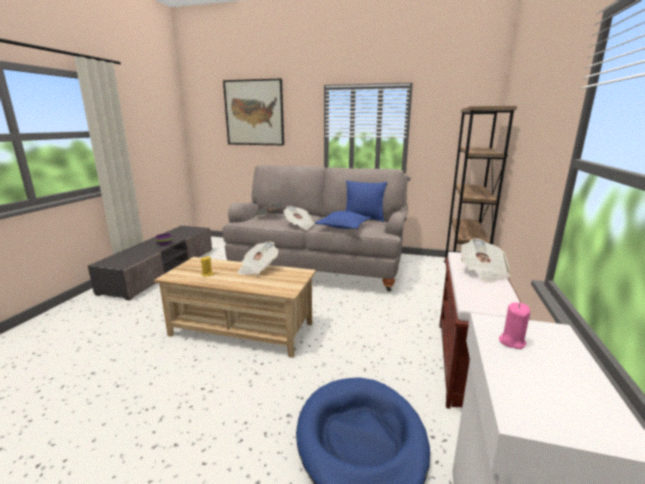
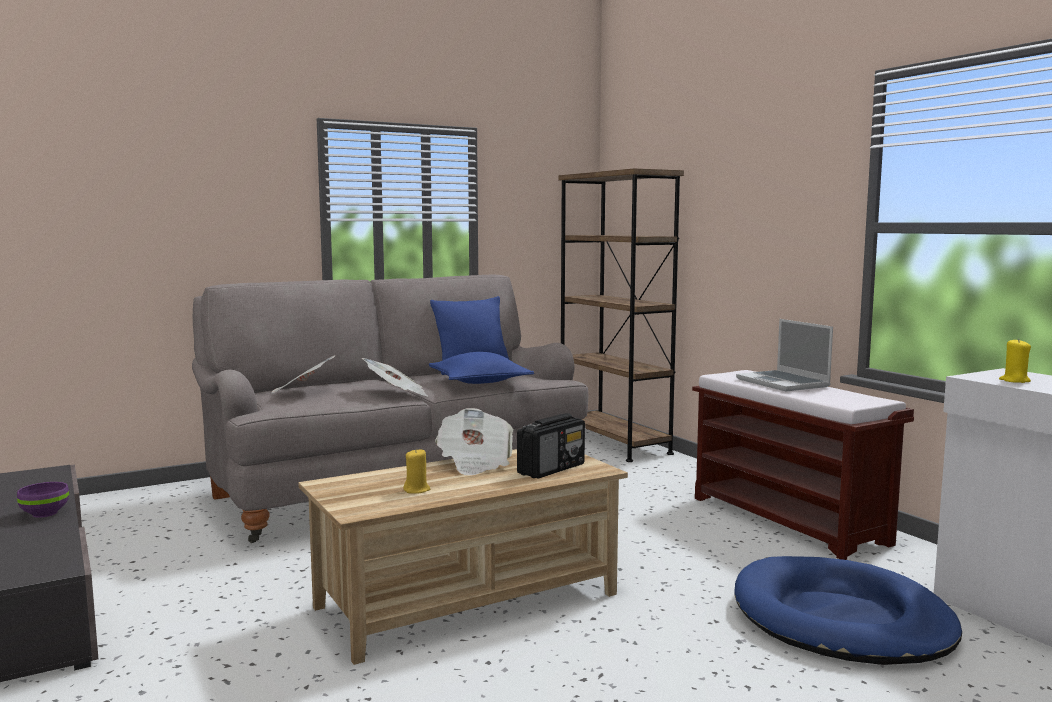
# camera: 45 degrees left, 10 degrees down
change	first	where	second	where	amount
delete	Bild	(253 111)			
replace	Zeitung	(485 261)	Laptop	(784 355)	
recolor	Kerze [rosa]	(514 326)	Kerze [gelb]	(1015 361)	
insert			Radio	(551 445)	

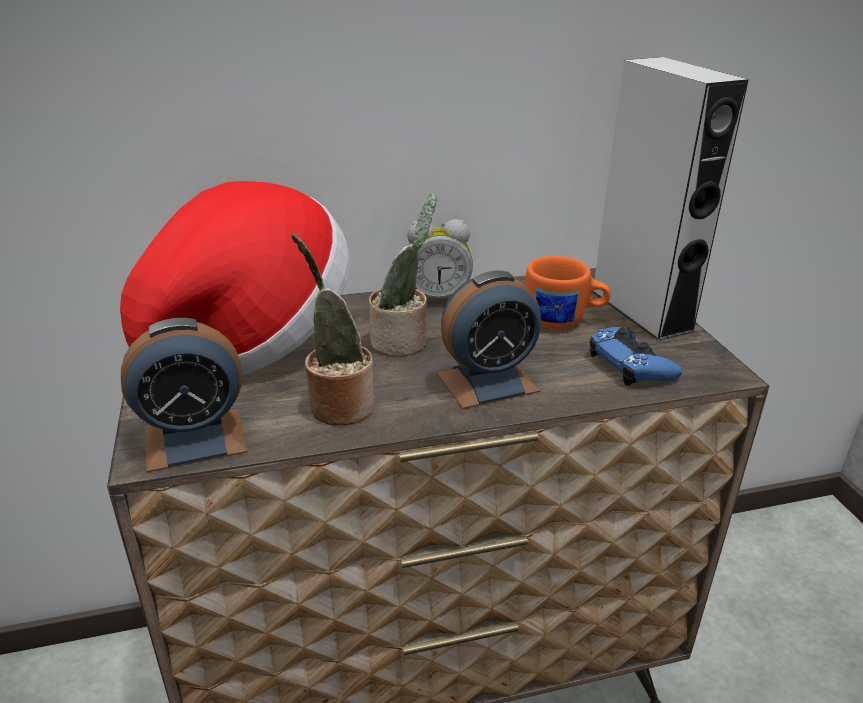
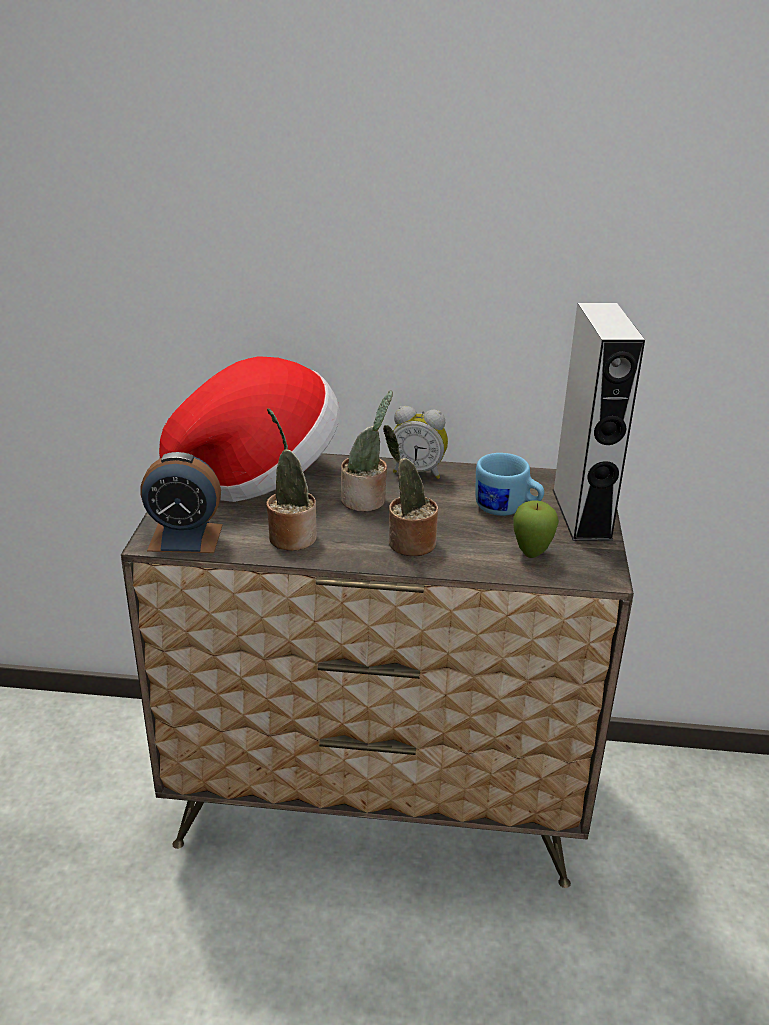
# camera: 20 degrees right, 0 degrees up
change	first	where	second	where	amount
replace	Wecker	(489 340)	Topfpflanze	(410 490)	
recolor	Henkelbecher [orange]	(568 292)	Henkelbecher [blau]	(509 484)	
replace	Gamepad [blau]	(636 356)	Apfel	(536 529)	

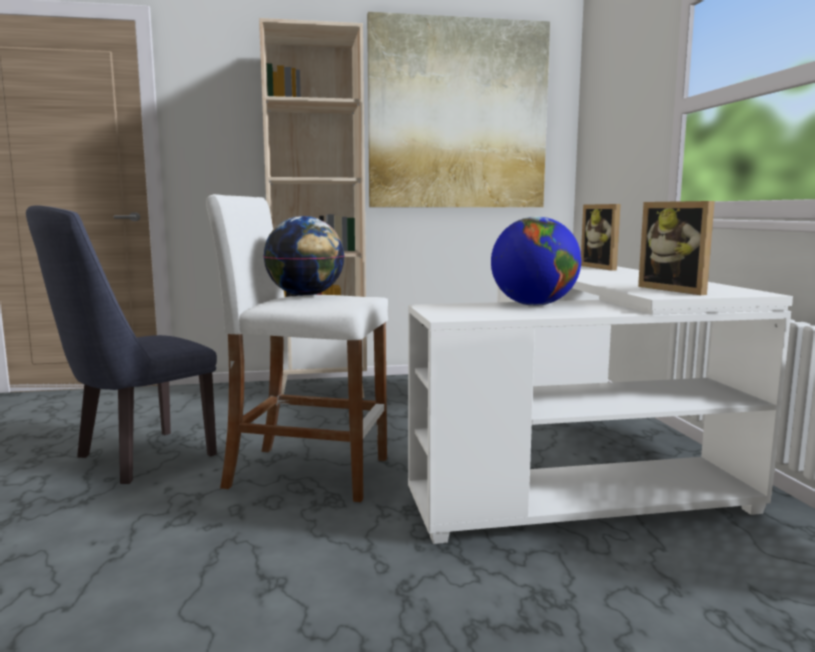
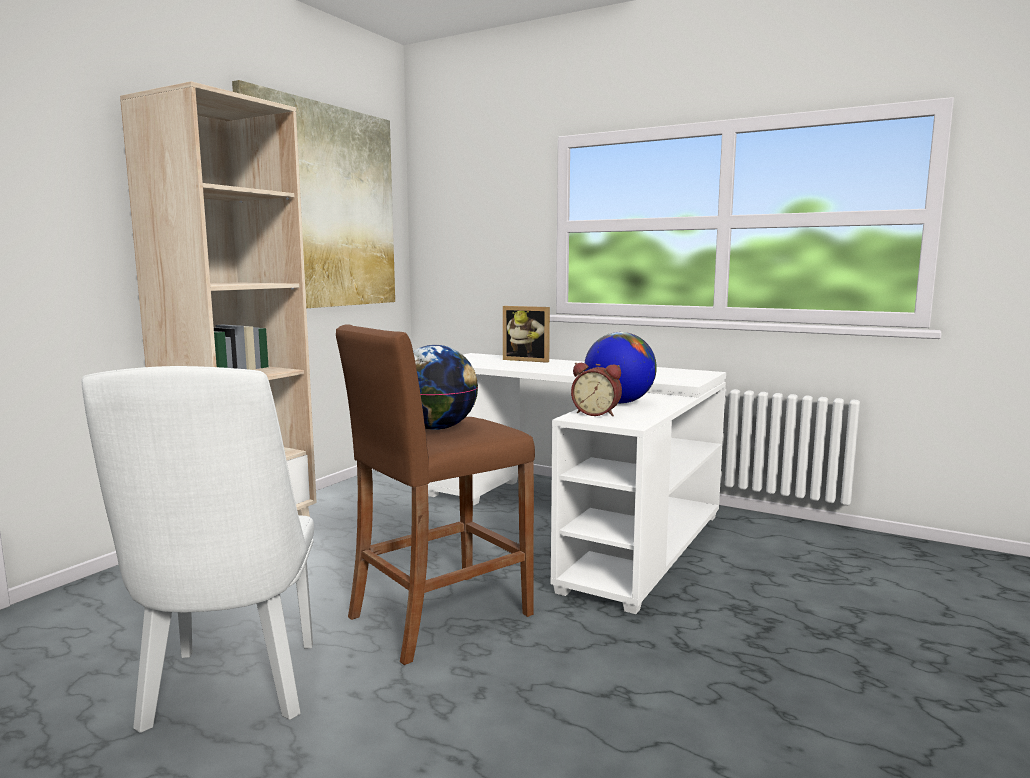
# camera: 50 degrees left, 0 degrees up
change	first	where	second	where	amount
recolor	Stuhl [blau]	(121 344)	Stuhl [weiß]	(197 549)	
recolor	Hocker [weiß]	(297 348)	Hocker [braun]	(435 494)	
delete	Bilderrahmen	(676 248)			
insert			Wecker	(596 389)	

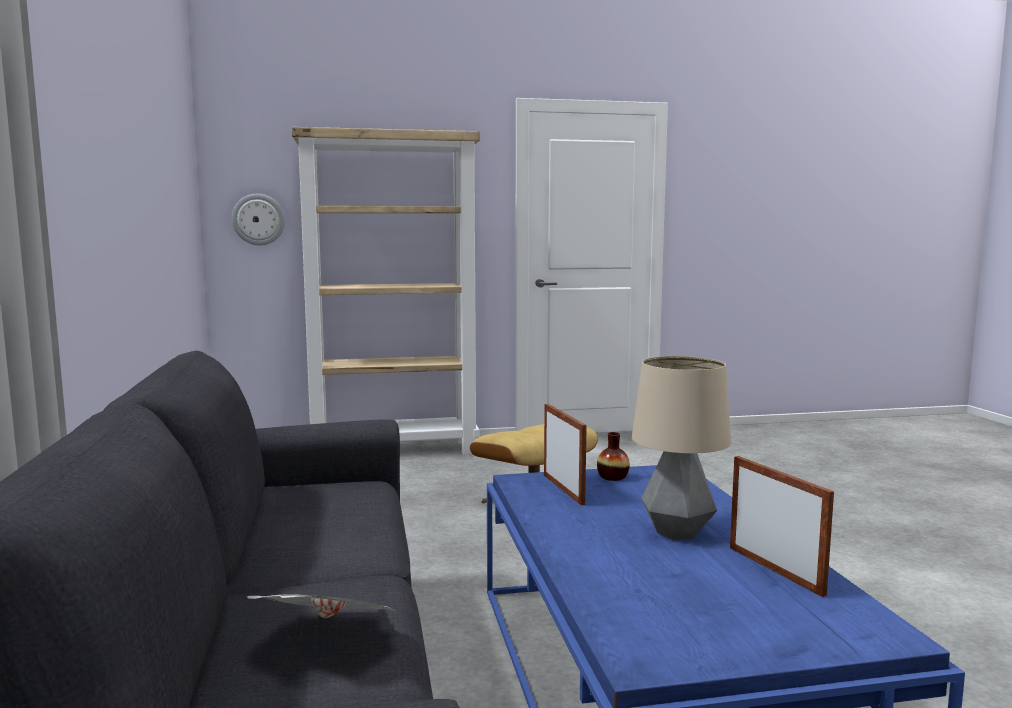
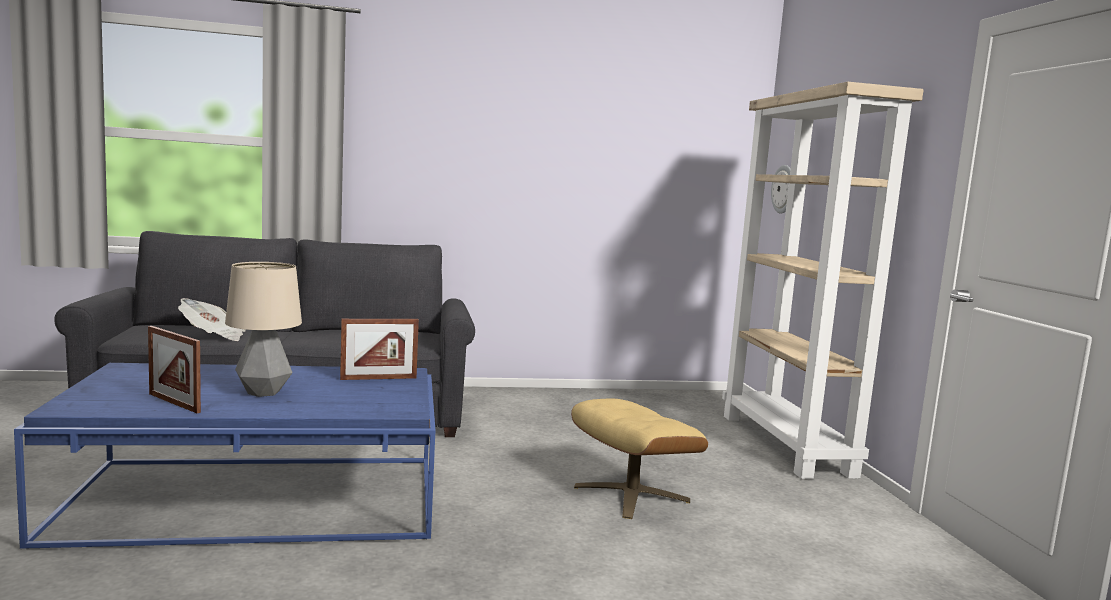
# camera: 90 degrees right, 0 degrees up
change	first	where	second	where	amount
delete	Vase	(613 456)			
rotate	Bilderrahmen	(782 526)		(174 369)	60 degrees clockwise

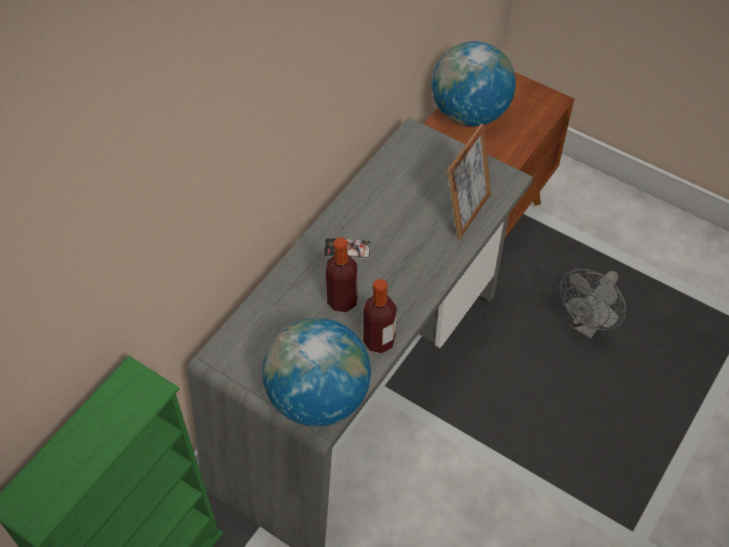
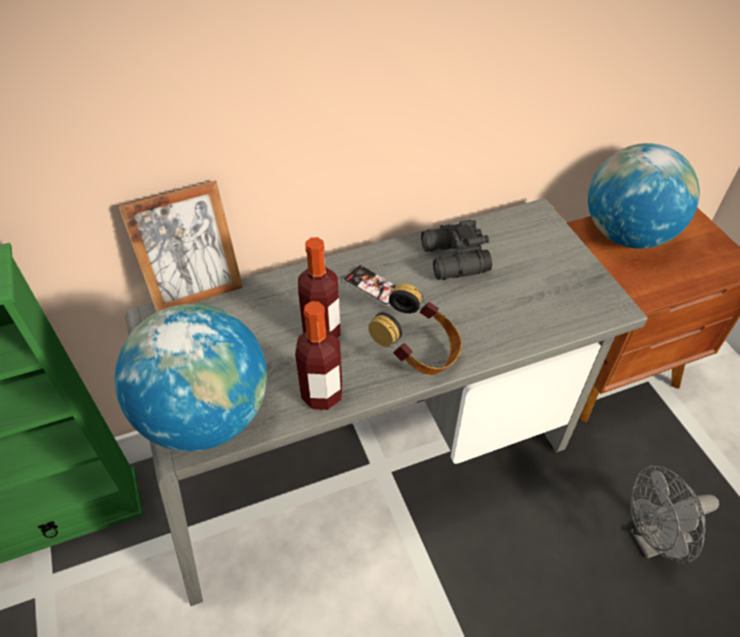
# camera: 35 degrees right, 5 degrees down
change	first	where	second	where	amount
move	Bilderrahmen	(469 181)		(181 246)	
insert			Kopfhörer	(415 329)	
insert			Fernglas [schwarz]	(456 250)	

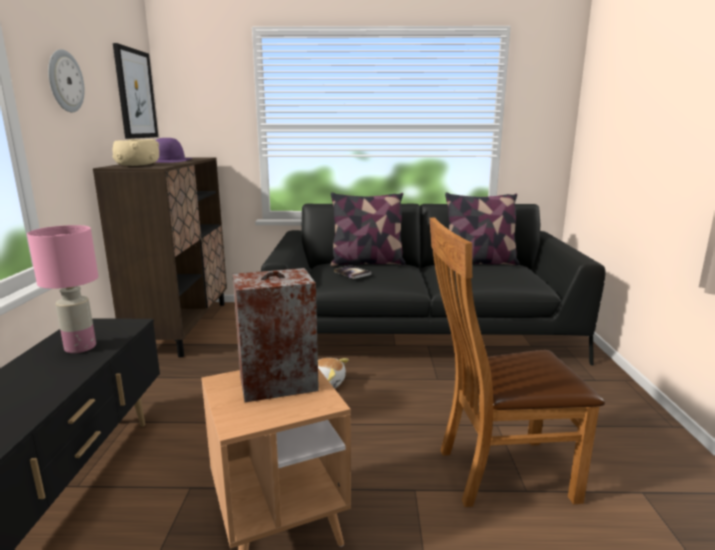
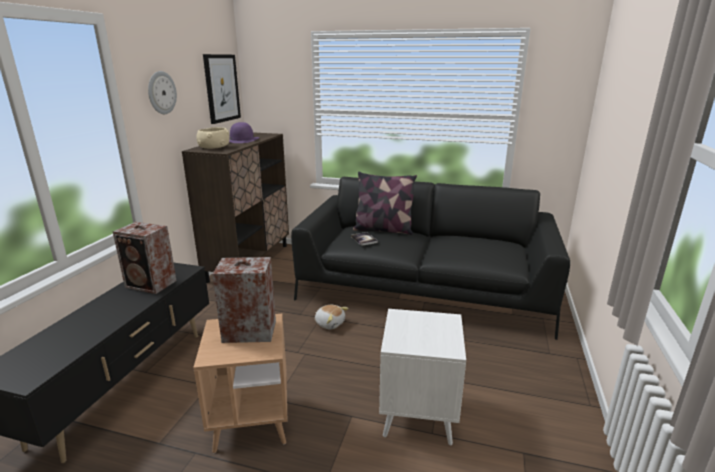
# camera: 15 degrees right, 5 degrees up
change	first	where	second	where	amount
replace	Tischlampe [rosa]	(62 289)	Lautsprecher	(145 258)	
replace	Stuhl [braun]	(517 362)	Beistelltisch [weiß]	(422 377)	
delete	Kissen	(482 228)			

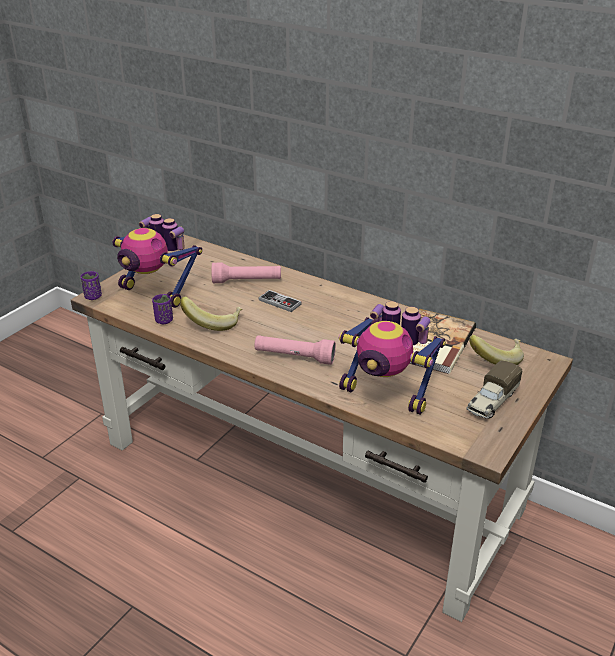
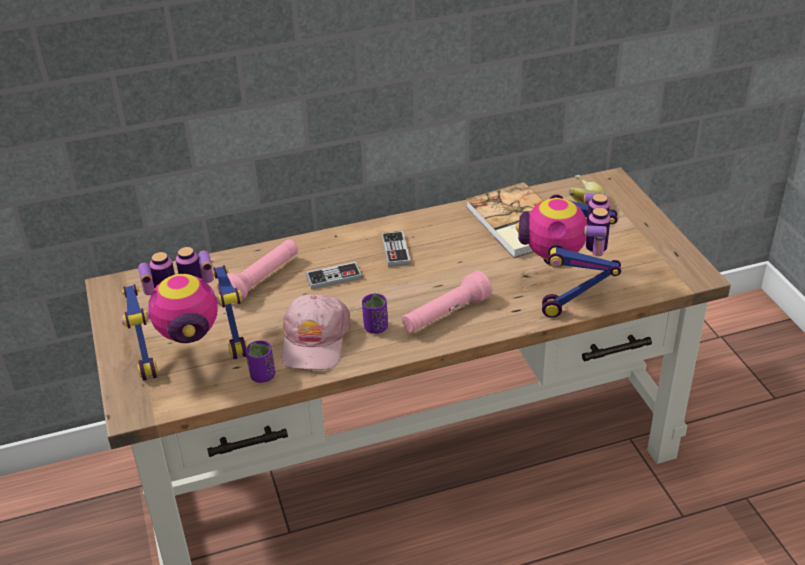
# camera: 50 degrees left, 5 degrees up
change	first	where	second	where	amount
move	Tasse [lila]	(91 285)		(375 313)	
replace	Banane	(211 314)	Kappe [rosa]	(315 332)	
rotate	Spielzeugroboter	(392 358)		(568 255)	120 degrees clockwise
delete	Spielzeuglaster	(495 389)			
insert			Gamepad	(396 249)	

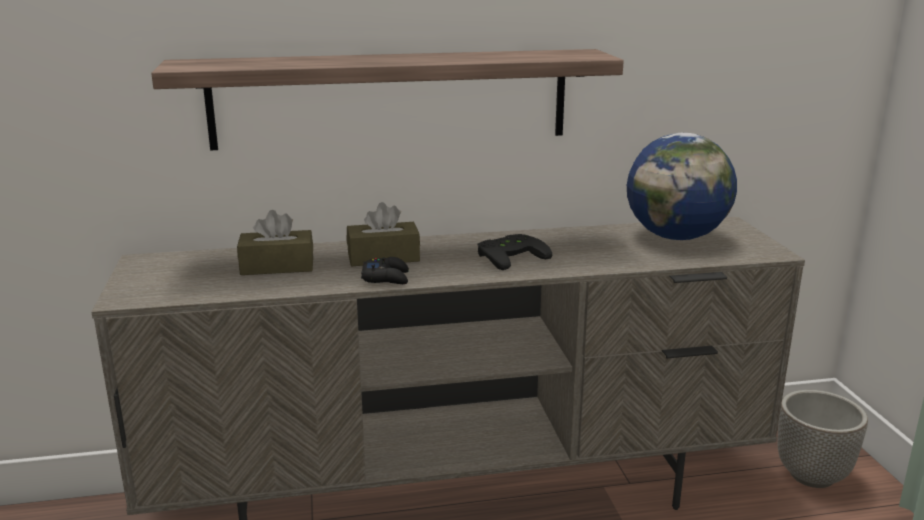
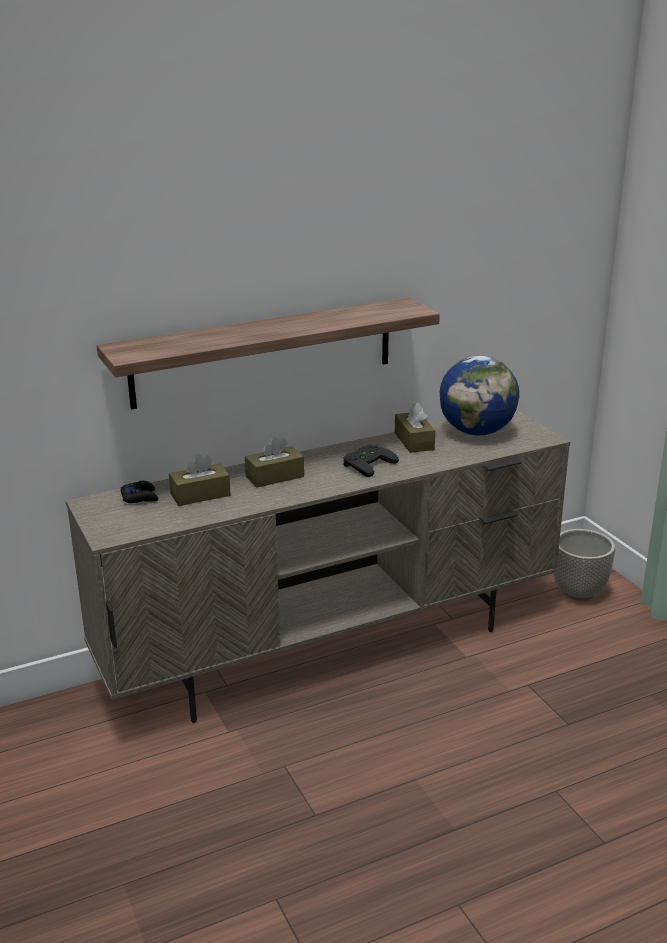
# camera: 15 degrees left, 5 degrees up
change	first	where	second	where	amount
move	Gamepad [schwarz]	(385 270)		(139 492)	
insert			Taschentuchbox [braun]	(415 427)	

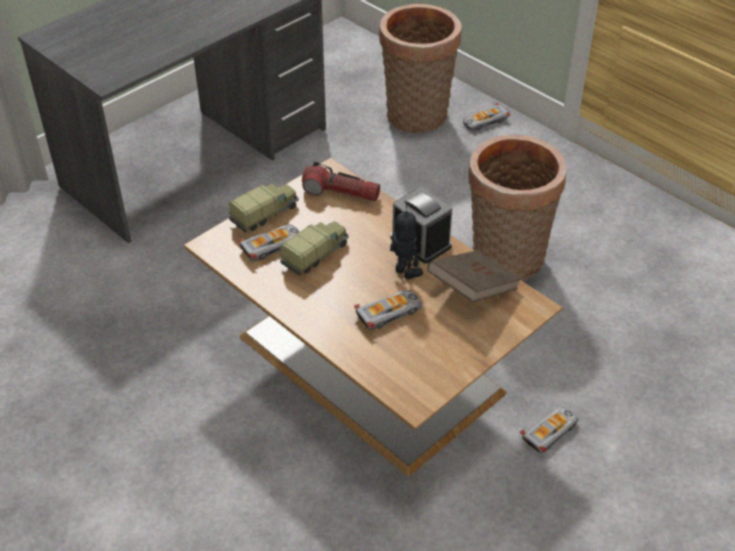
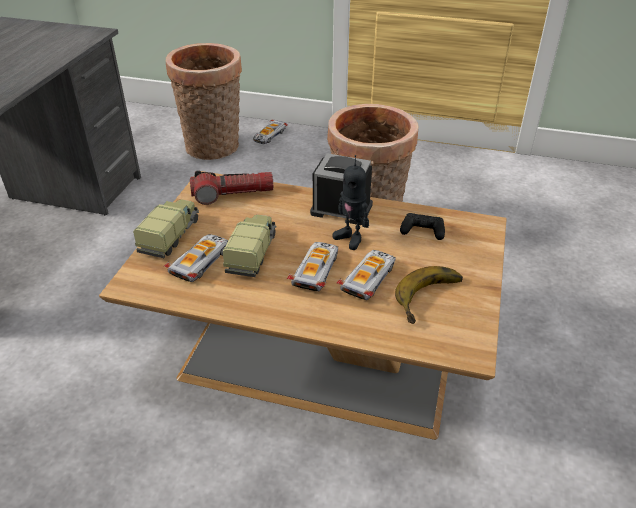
# camera: 30 degrees left, 5 degrees down
change	first	where	second	where	amount
rotate	Spielzeugroboter	(406 242)		(350 202)	150 degrees counterclockwise
replace	Buch [braun]	(474 276)	Gamepad [schwarz]	(422 226)	
move	Spielzeugauto	(549 430)		(312 266)	
insert			Banane	(429 295)	

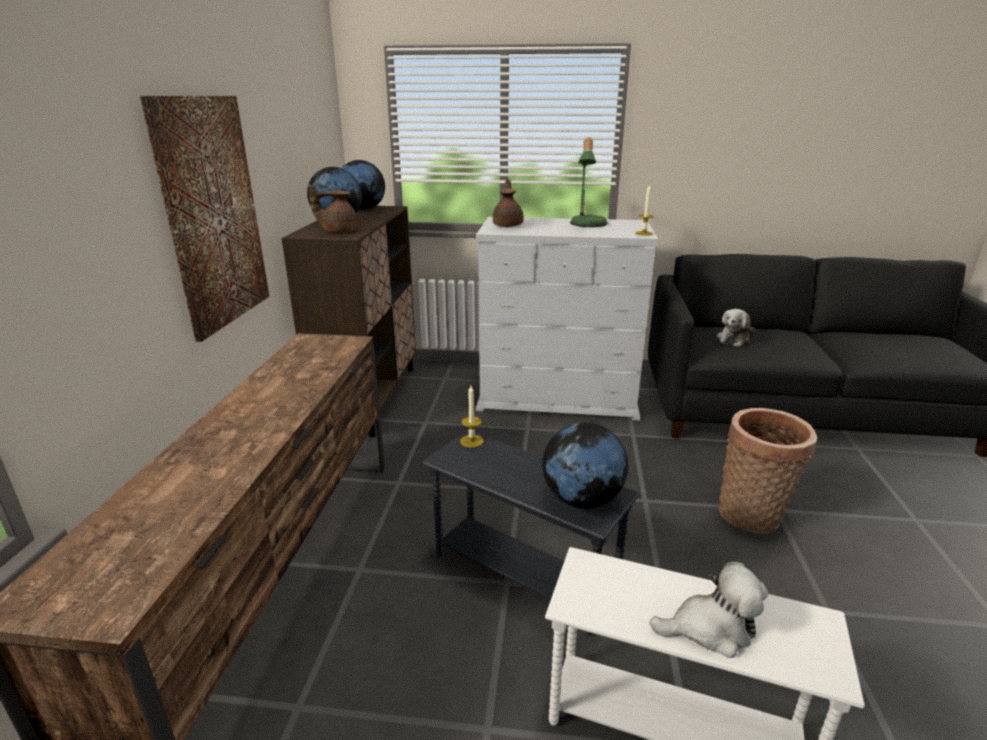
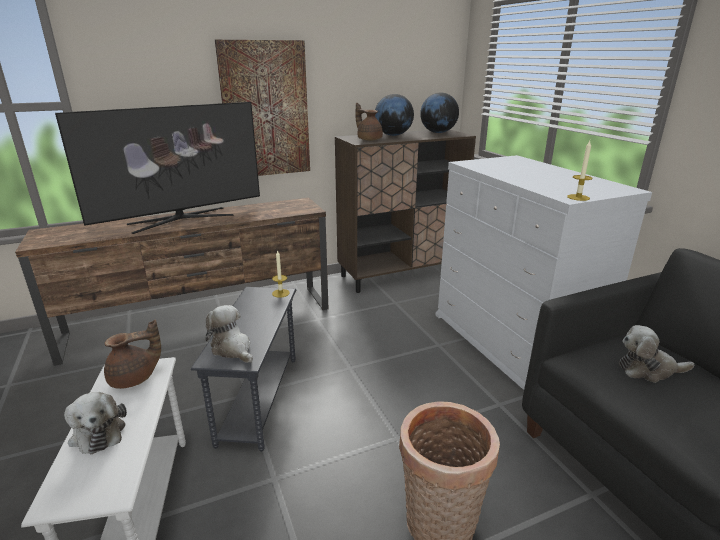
# camera: 60 degrees right, 0 degrees up
change	first	where	second	where	amount
move	Teekanne [braun]	(508 203)		(132 354)	
replace	Globus	(585 465)	Plüschtier	(229 334)	
delete	Tischlampe	(589 182)			
insert			Fernseher	(157 168)	

